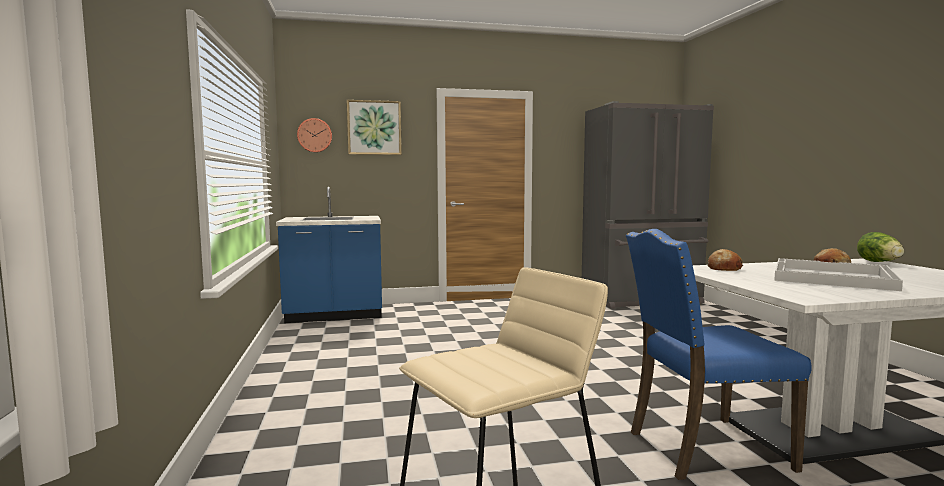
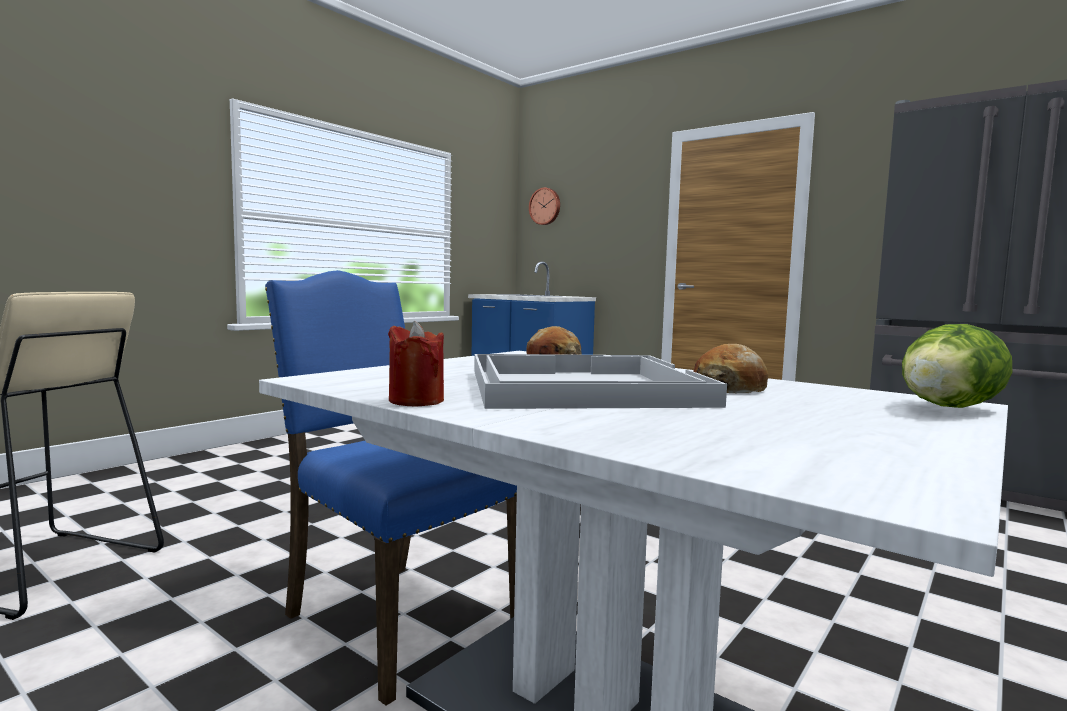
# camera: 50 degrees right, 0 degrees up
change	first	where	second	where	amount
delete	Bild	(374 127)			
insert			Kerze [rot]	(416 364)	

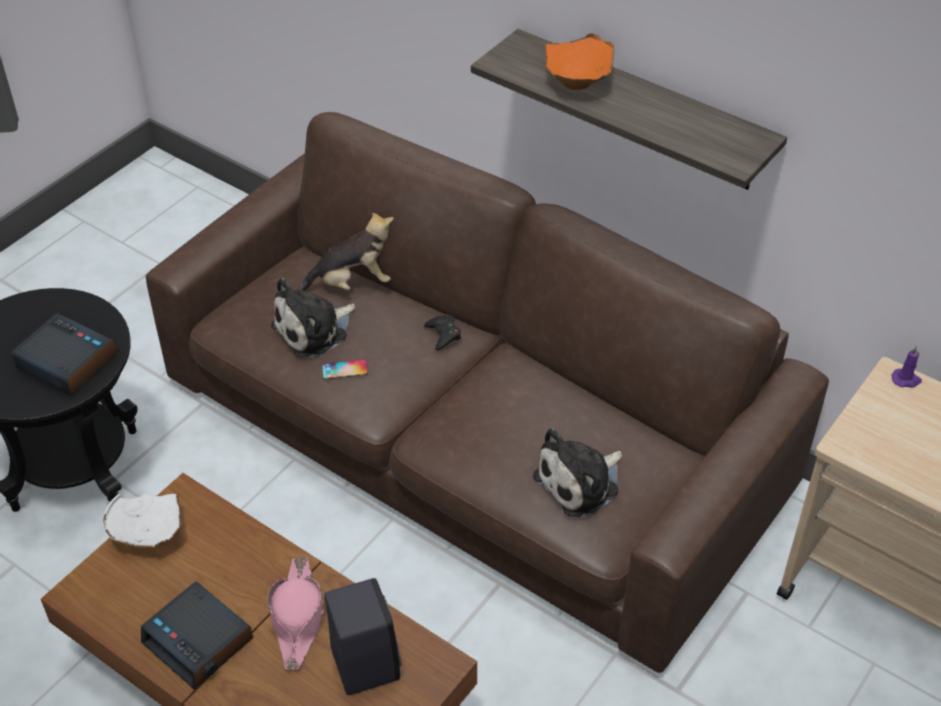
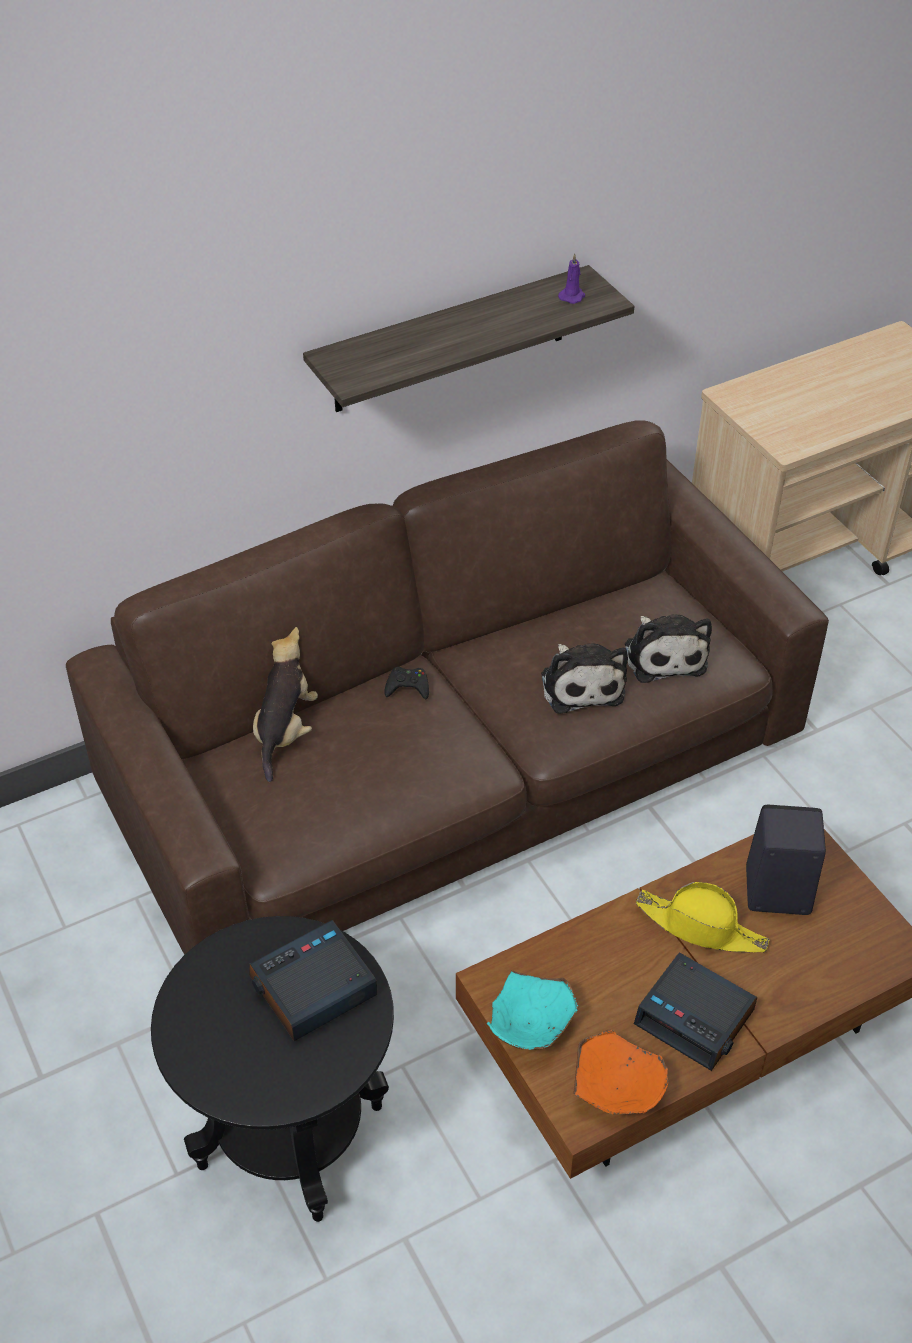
# camera: 65 degrees left, 0 degrees up
change	first	where	second	where	amount
recolor	Schüssel [weiß]	(142 520)	Schüssel [türkis]	(532 1010)	
rotate	Wecker	(197 635)		(696 1011)	60 degrees clockwise
recolor	Hut [rosa]	(295 613)	Hut [gelb]	(702 917)	
move	Plüschtier	(313 318)		(584 678)	
delete	Handy	(345 369)			
move	Schüssel [orange]	(579 61)		(620 1072)	
move	Kerze [lila]	(907 367)		(571 278)	

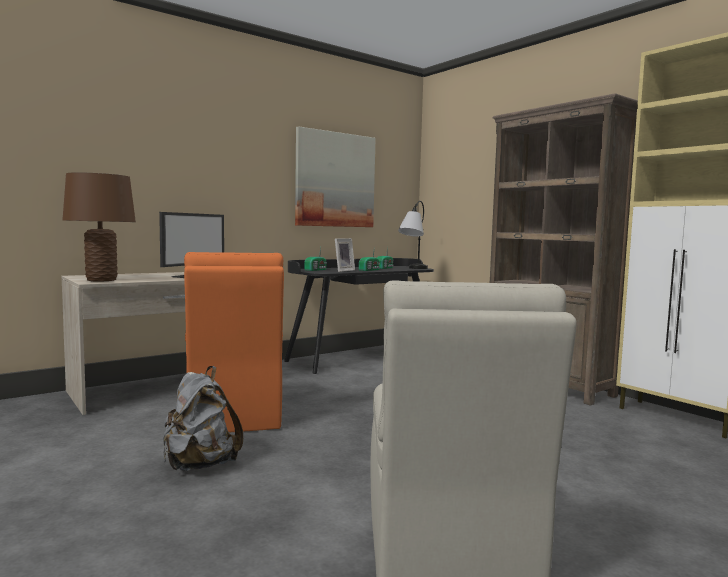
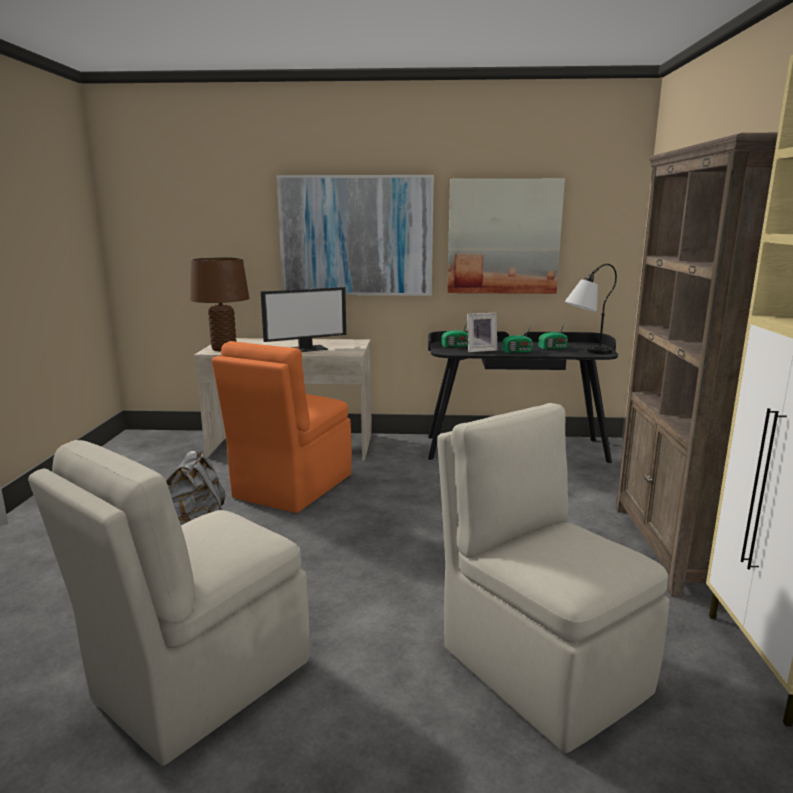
# camera: 40 degrees right, 10 degrees up
change	first	where	second	where	amount
insert			Bild	(355 235)	
insert			Stuhl [beige]	(553 578)	

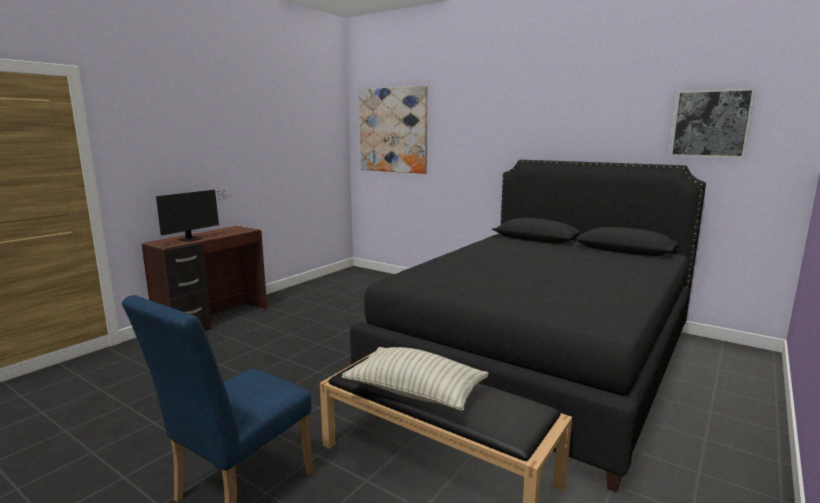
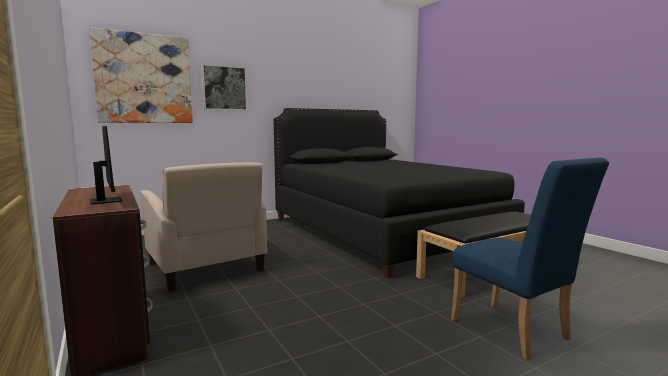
# camera: 65 degrees left, 5 degrees down
change	first	where	second	where	amount
delete	Kissen	(415 379)			
move	Bild	(713 123)		(224 87)	
insert			Sessel [beige]	(203 227)	

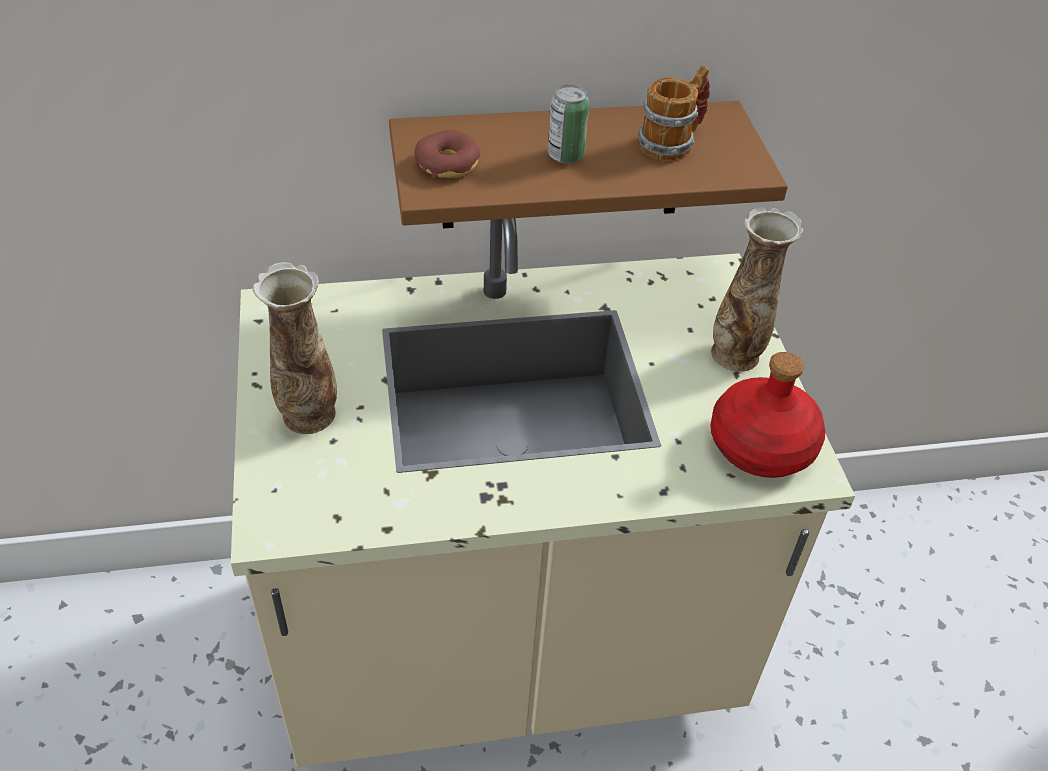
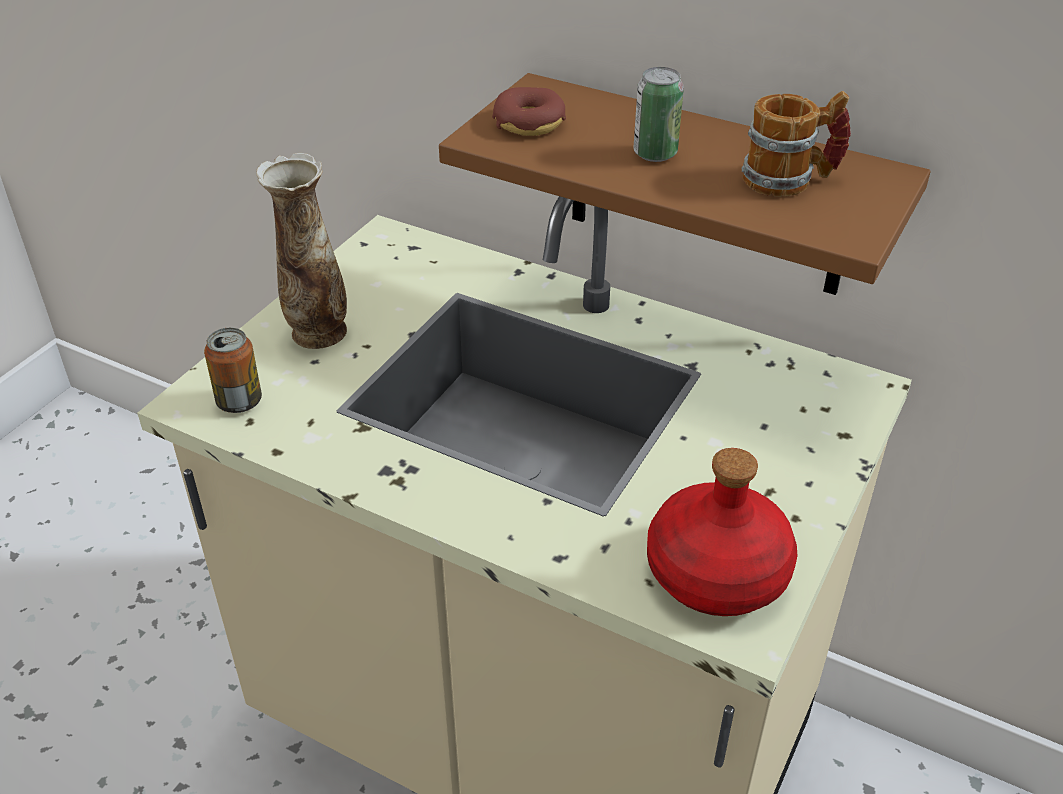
# camera: 40 degrees right, 5 degrees down
change	first	where	second	where	amount
delete	Vase	(757 289)			
insert			Dose	(233 370)	

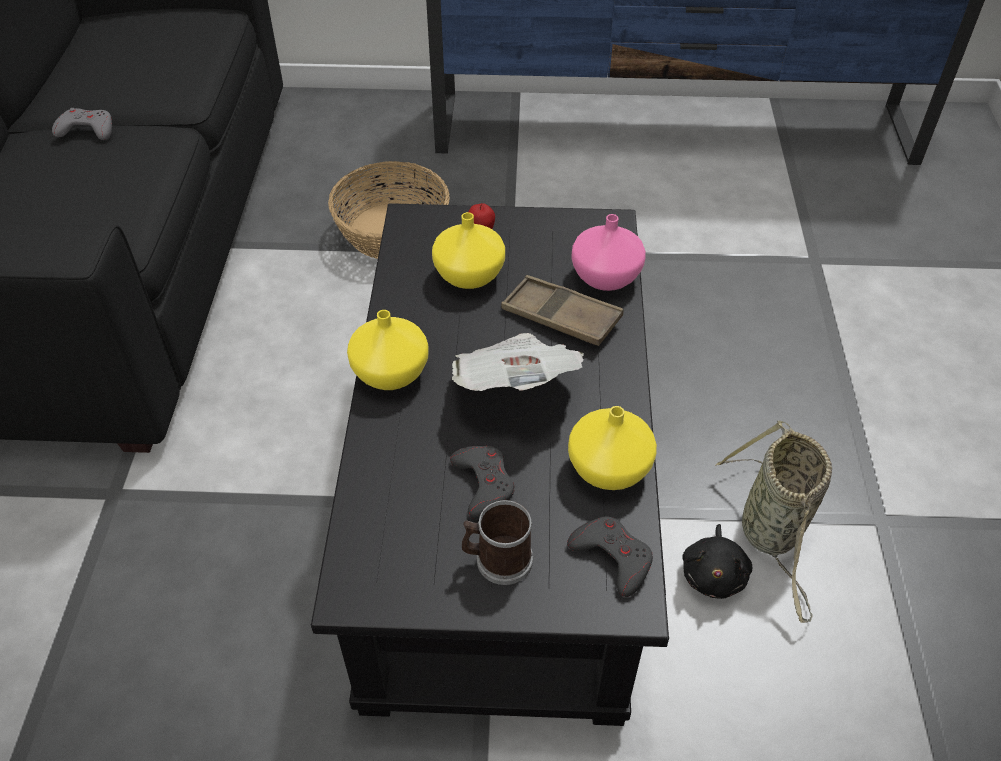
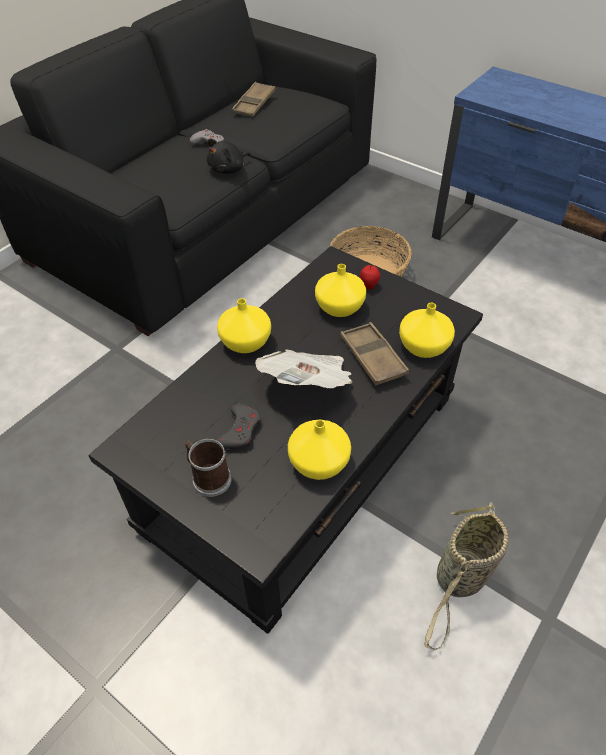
# camera: 35 degrees right, 0 degrees up
change	first	where	second	where	amount
delete	Gamepad [grau]	(610 556)			
recolor	Vase [rosa]	(608 252)	Vase [gelb]	(427 330)	
move	Plüschtier [schwarz]	(717 561)		(229 156)	
insert			Tablett [braun]	(254 99)	

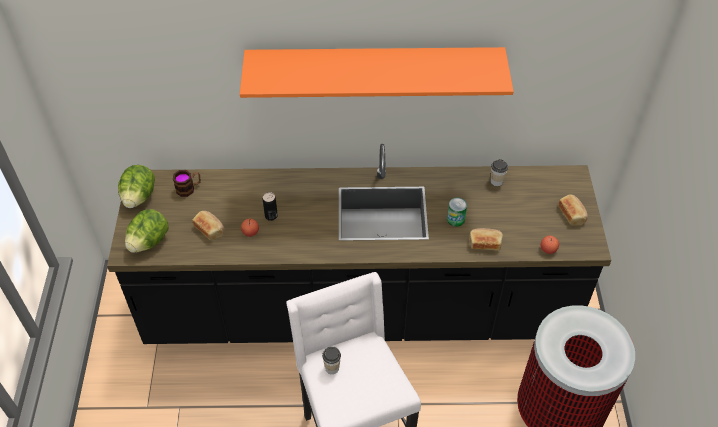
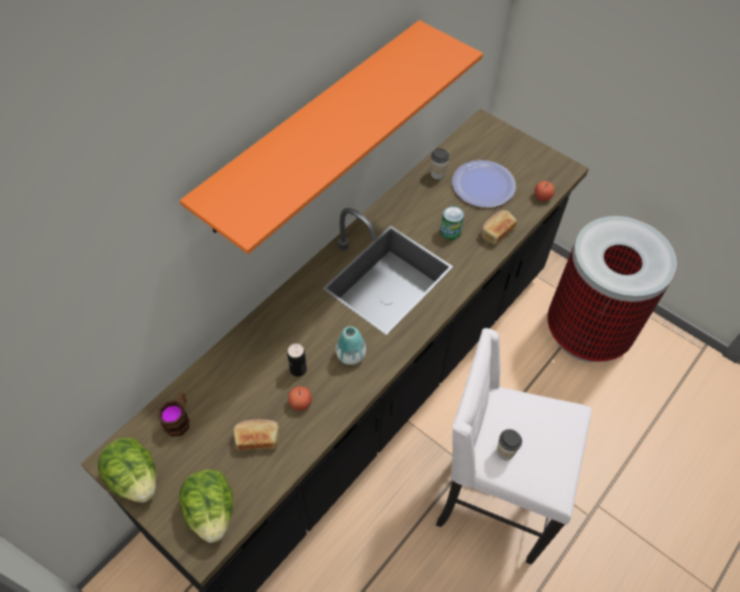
# camera: 50 degrees left, 5 degrees up
change	first	where	second	where	amount
delete	Brot	(573 210)			
insert			Vase	(351 345)	
insert			Teller	(484 184)	

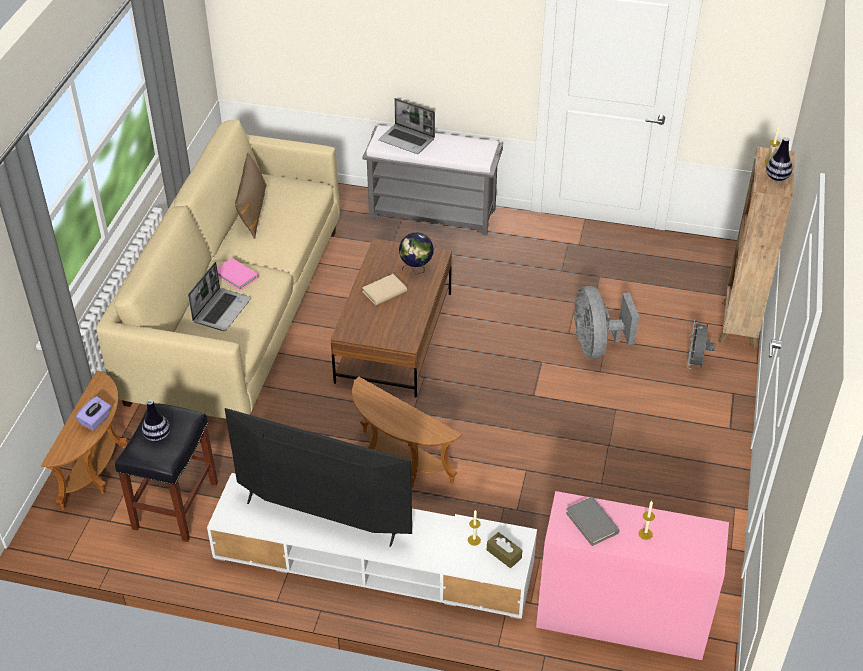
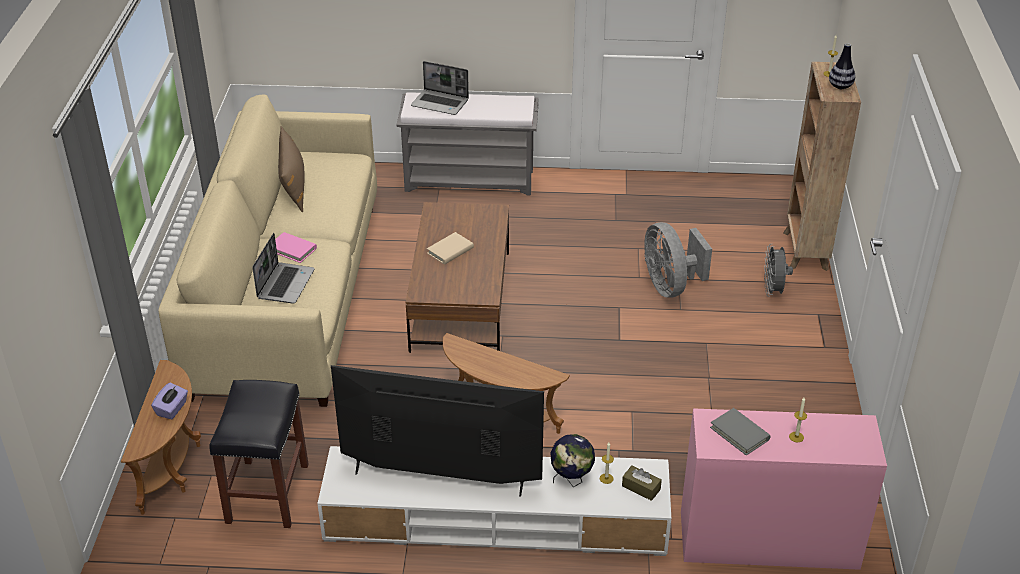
# camera: 10 degrees left, 5 degrees down
change	first	where	second	where	amount
delete	Vase	(156 420)			
move	Globus	(416 253)		(572 460)	

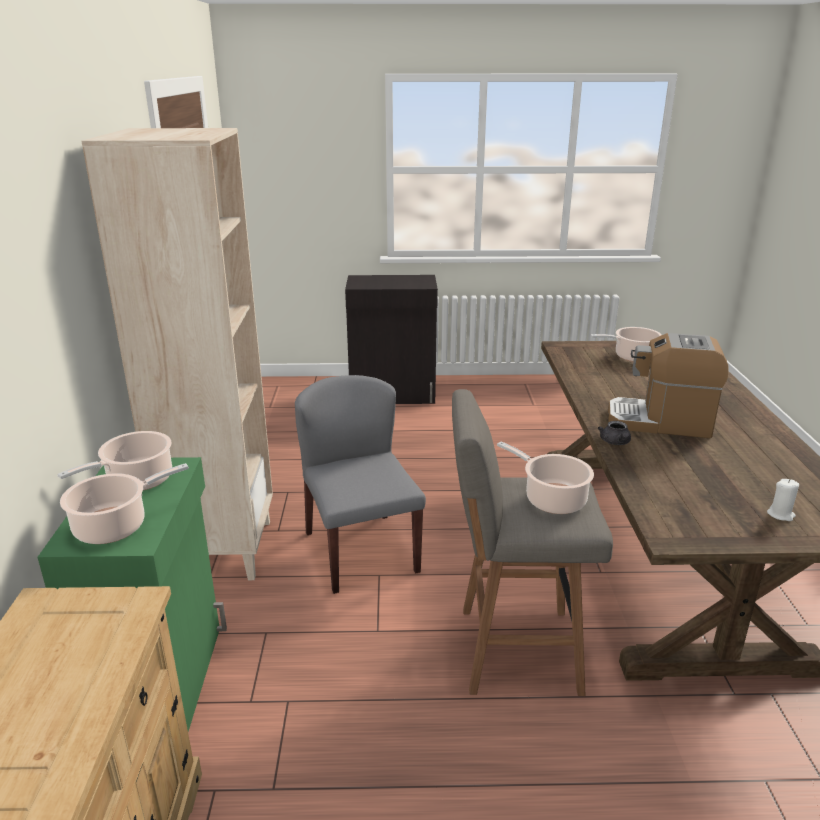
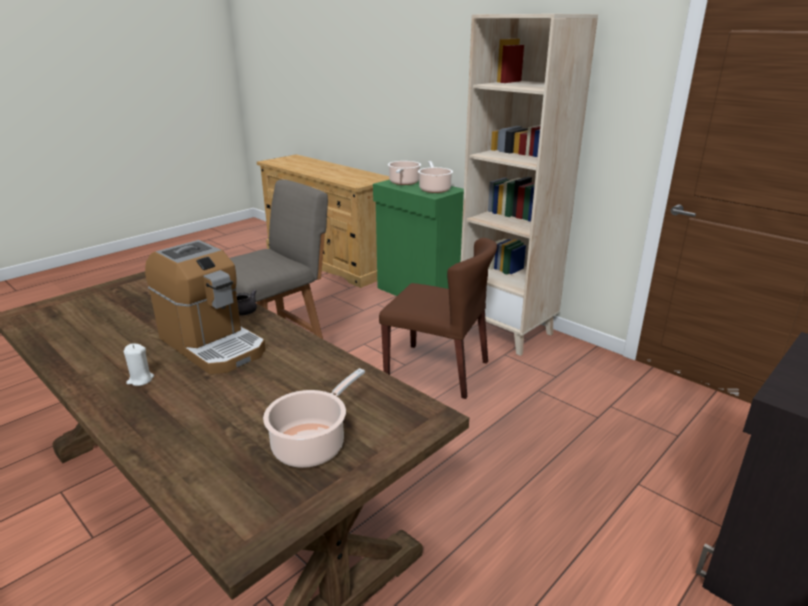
# camera: 135 degrees right, 0 degrees up
change	first	where	second	where	amount
recolor	Stuhl [grau]	(360 484)	Stuhl [braun]	(438 318)	
delete	Kochtopf	(545 478)			
rotate	Kaffeemaschine	(668 385)		(205 307)	75 degrees clockwise
move	Kerze [weiß]	(783 500)		(139 365)	

